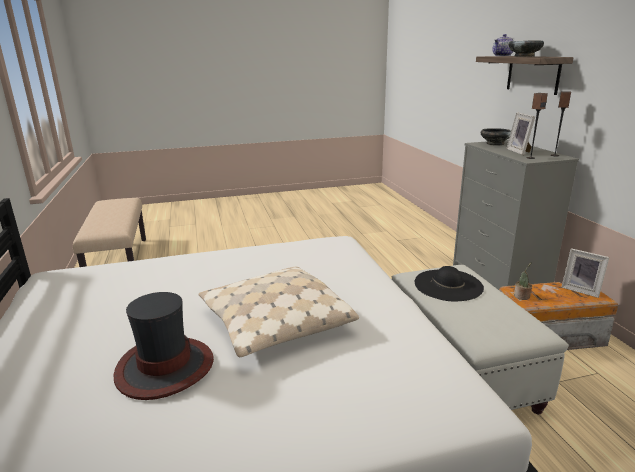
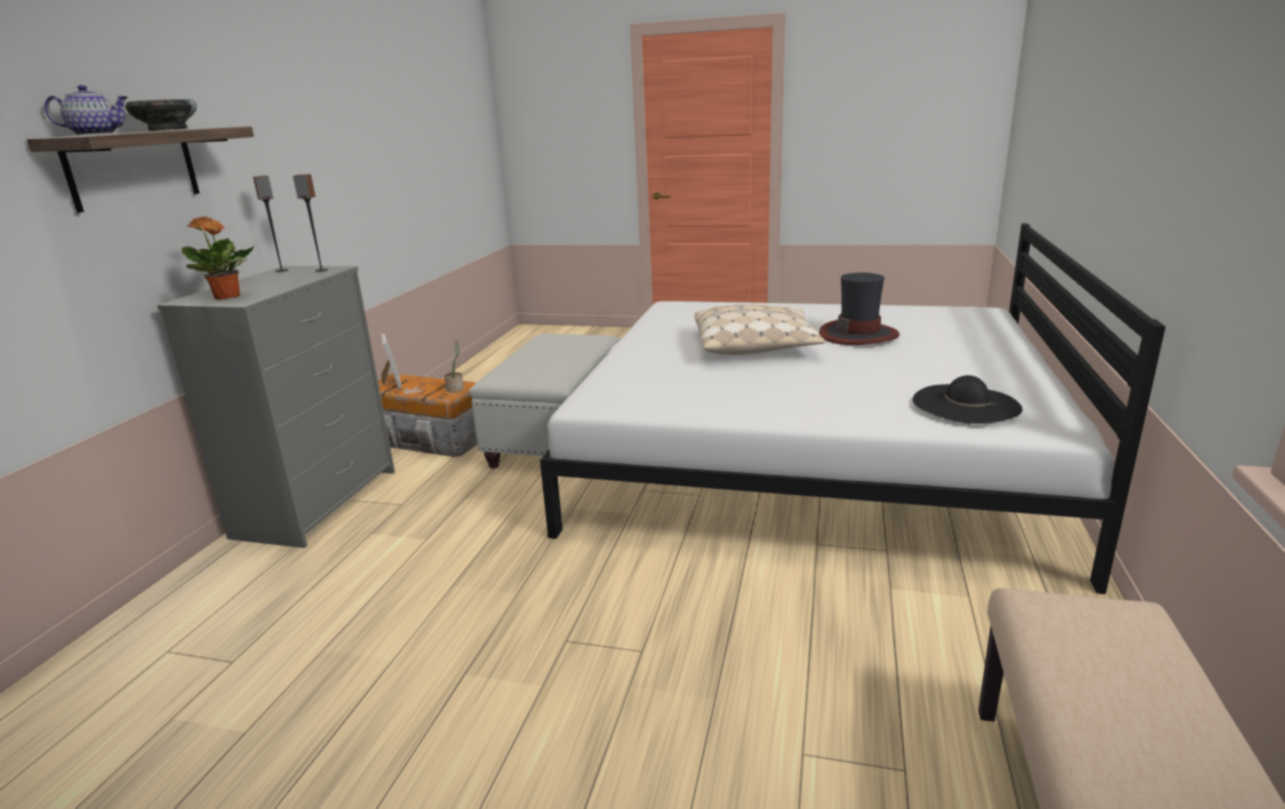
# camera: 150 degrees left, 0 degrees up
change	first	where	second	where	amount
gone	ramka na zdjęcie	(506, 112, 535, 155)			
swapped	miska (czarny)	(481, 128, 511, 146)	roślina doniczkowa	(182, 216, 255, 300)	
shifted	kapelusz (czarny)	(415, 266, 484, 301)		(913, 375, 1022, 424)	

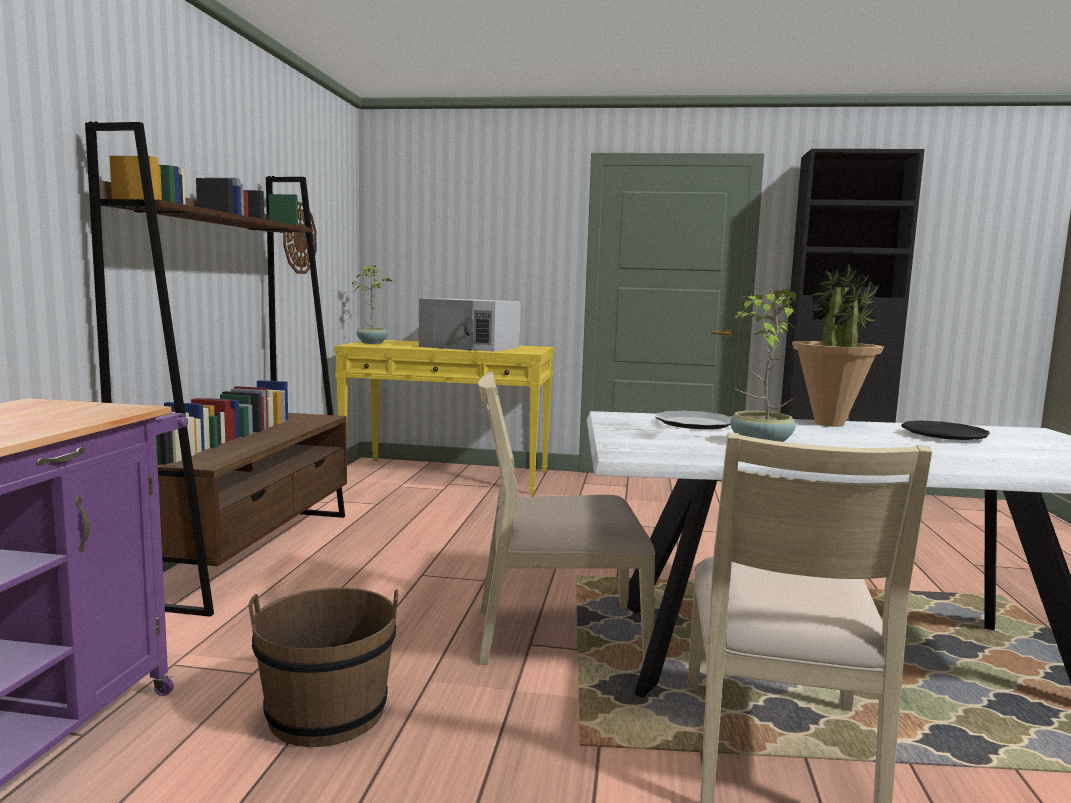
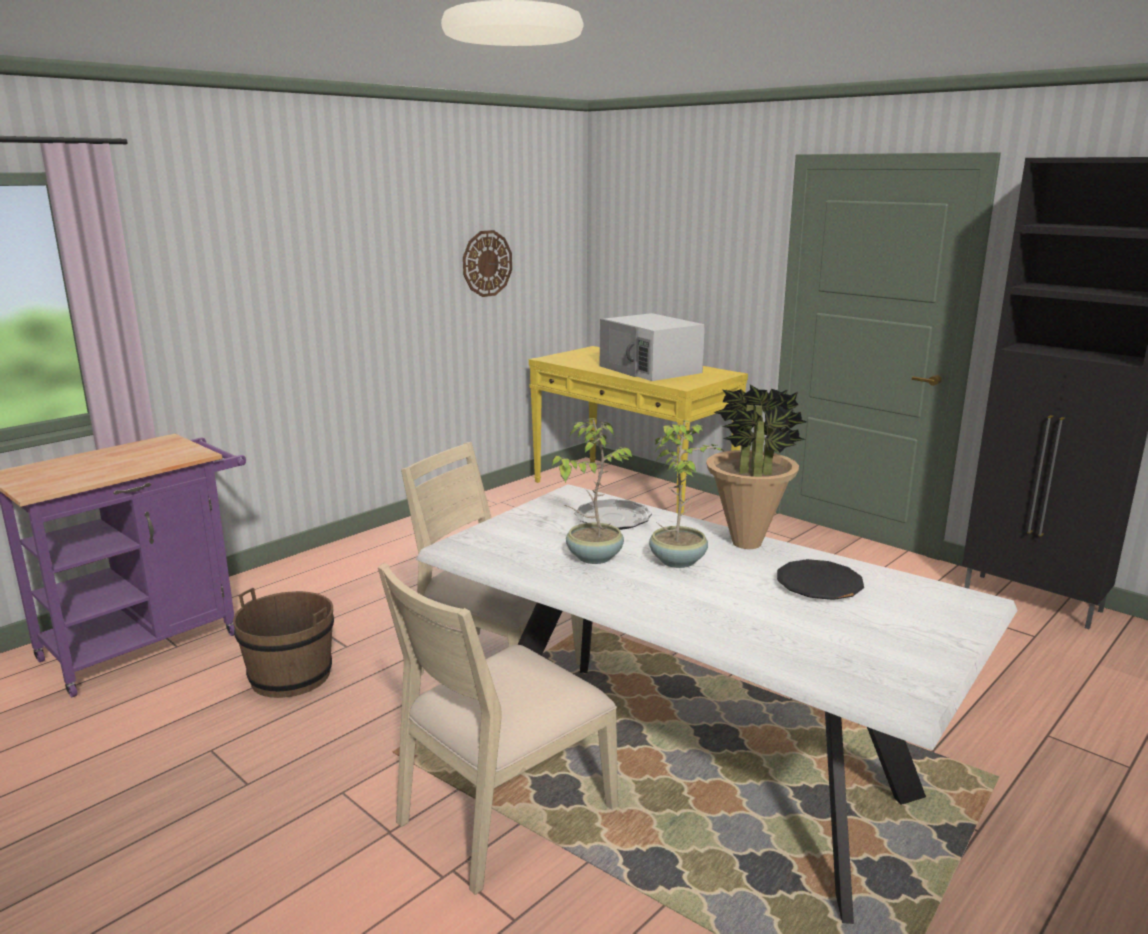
# camera: 35 degrees right, 10 degrees up
change	first	where	second	where	amount
gone	regał (brązowy)	(85, 122, 347, 617)			
shifted	roślina doniczkowa	(352, 265, 393, 344)		(649, 420, 725, 568)	

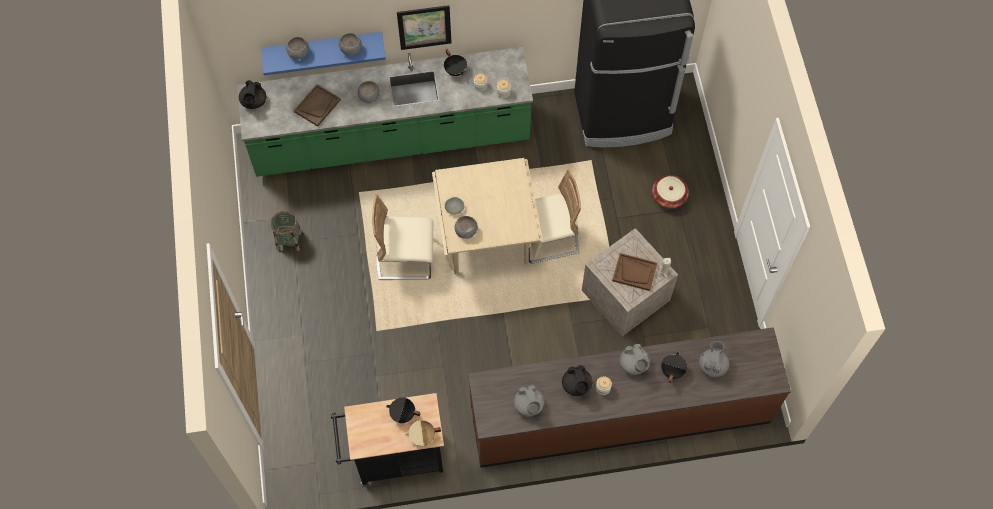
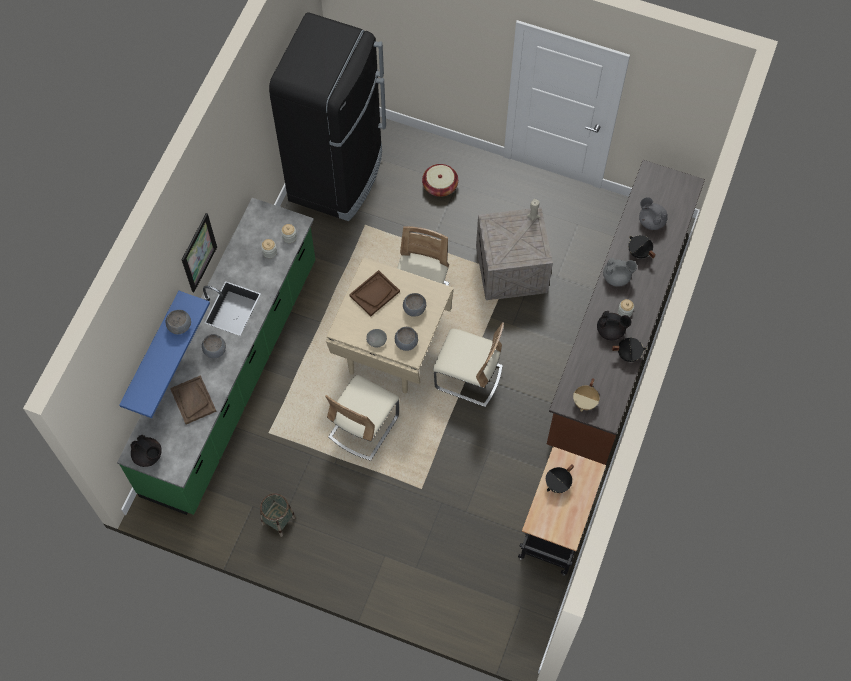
# camera: 60 degrees left, 0 degrees up
change	first	where	second	where	amount
shifted	miska (szary)	(286, 37, 309, 59)		(403, 293, 426, 317)	
shifted	garnek (czarny)	(444, 49, 467, 76)		(612, 337, 647, 362)	
shifted	taca (brązowy)	(612, 253, 657, 291)		(349, 270, 400, 316)	
gone	imbryk (szary)	(514, 385, 544, 417)			
shifted	garnek (beżowy)	(405, 420, 441, 446)		(573, 378, 599, 412)	
new			krzesło (beżowy)	(433, 322, 504, 407)	

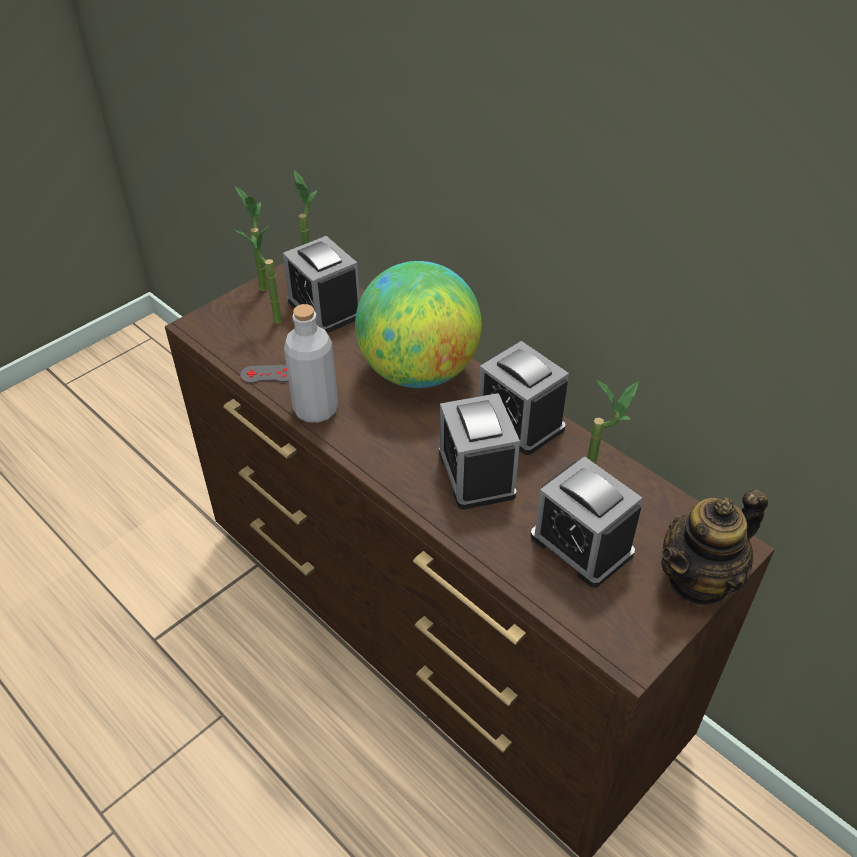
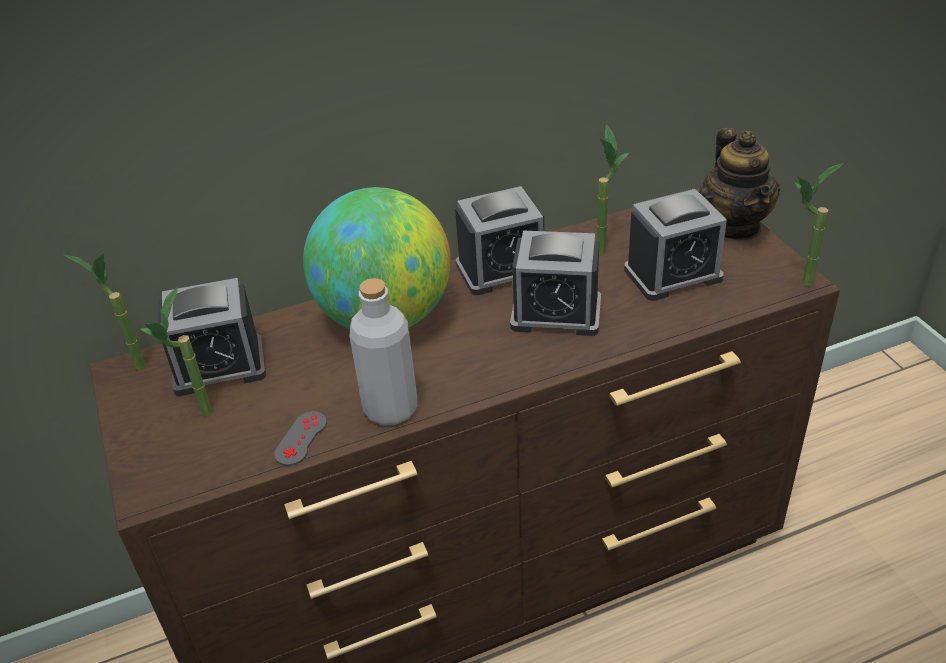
# camera: 65 degrees left, 5 degrees down
change	first	where	second	where	amount
shifted	roślina doniczkowa	(235, 186, 268, 291)		(795, 163, 844, 287)	

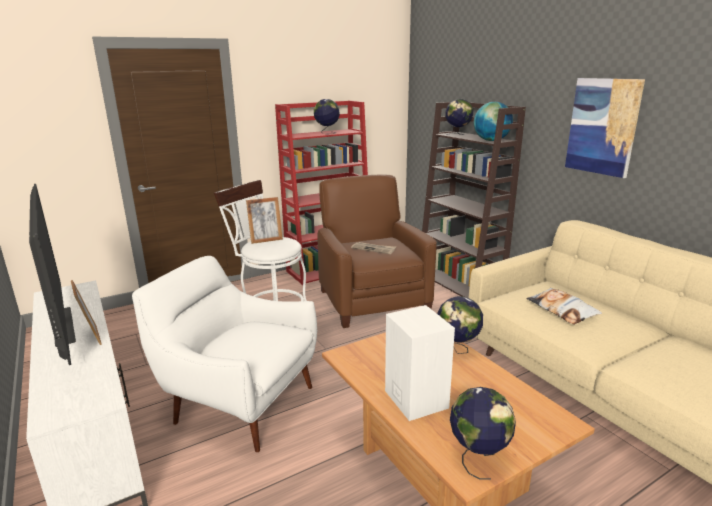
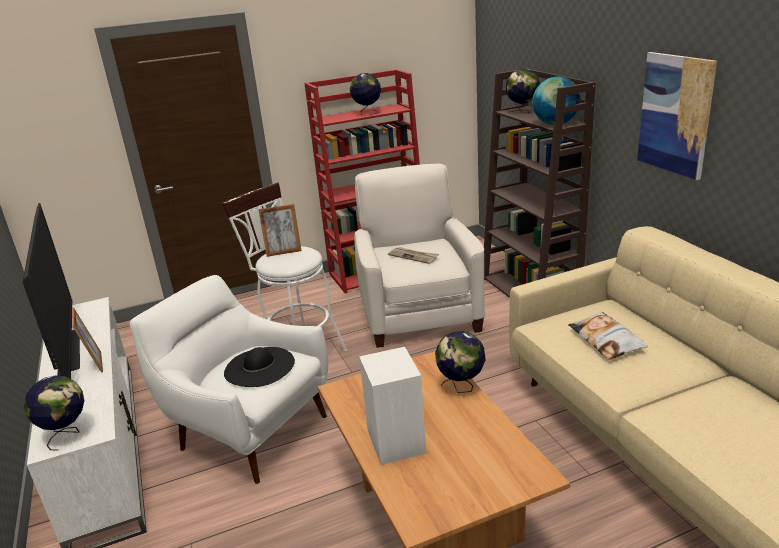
# camera: 10 degrees right, 5 degrees up
change	first	where	second	where	amount
repainted	fotel (brązowy)	(317, 175, 437, 328)	fotel (biały)	(354, 164, 485, 348)	
shifted	globus	(450, 387, 516, 479)		(24, 375, 84, 451)	
new			kapelusz (czarny)	(224, 347, 295, 387)	

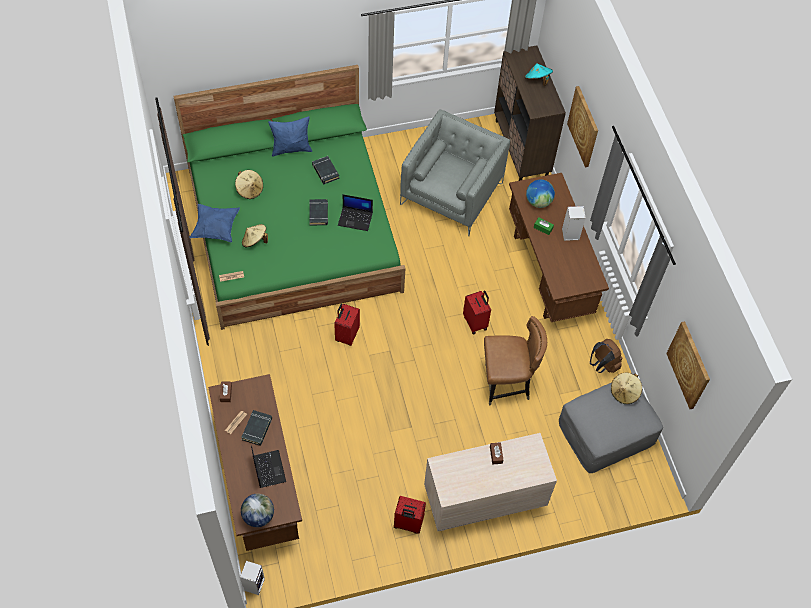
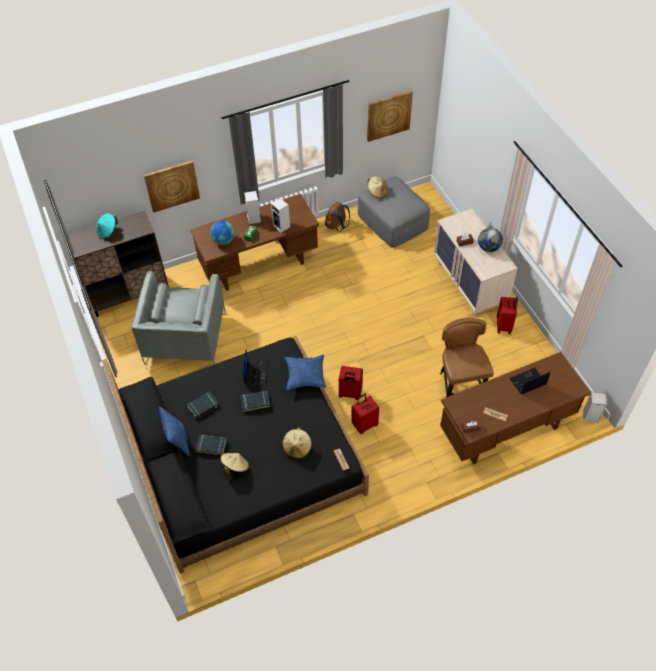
# camera: 95 degrees left, 5 degrees down
change	first	where	second	where	amount
repainted	łóżko (zielony)	(173, 65, 405, 330)	łóżko (czarny)	(102, 336, 369, 574)	
rotated	fotel (szary)	(400, 109, 510, 236)		(132, 271, 226, 365)	105 degrees counterclockwise
shifted	poduszka (niebieski)	(189, 204, 240, 242)		(285, 355, 326, 390)	
shifted	walizka (czerwony)	(463, 290, 491, 334)		(351, 394, 379, 434)	
shifted	krzesło (brązowy)	(484, 316, 547, 405)		(440, 318, 494, 397)	
shifted	książka (czarny)	(241, 410, 272, 446)		(195, 434, 227, 456)	
shifted	globus	(241, 494, 274, 527)		(478, 228, 503, 252)	
new			głośnik	(271, 198, 290, 233)	

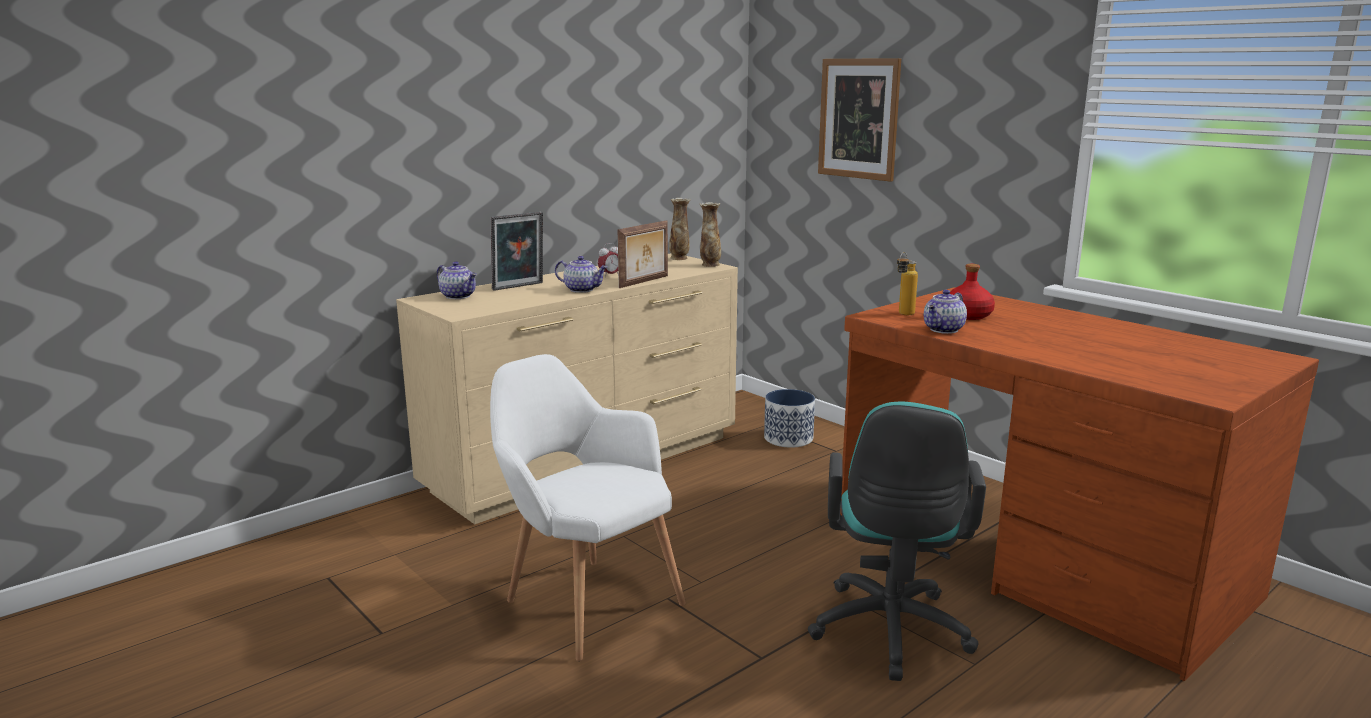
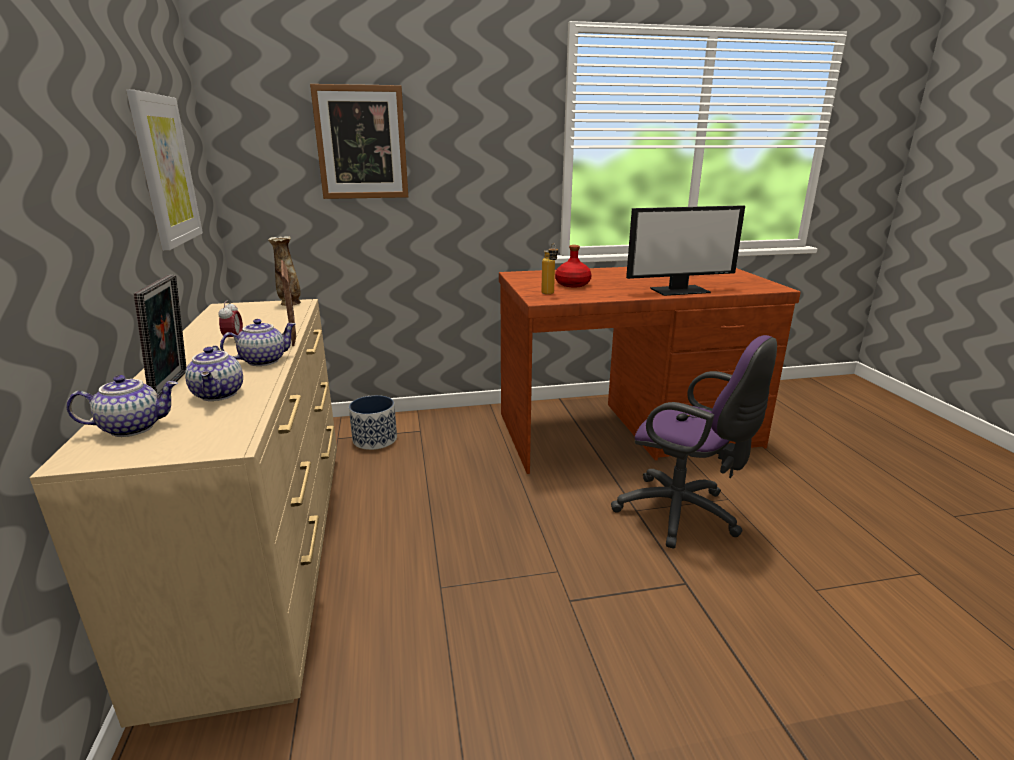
# camera: 60 degrees left, 5 degrees up
change	first	where	second	where	amount
gone	wazon	(669, 198, 691, 260)			
shifted	imbryk	(924, 290, 967, 334)		(185, 346, 243, 401)	
gone	fotel (biały)	(490, 354, 686, 661)			
repainted	krzesło biurowe (turkusowy)	(808, 402, 986, 681)	krzesło biurowe (fioletowy)	(611, 335, 777, 549)	
new			obraz	(126, 90, 203, 251)	
new			monitor	(626, 205, 745, 296)	

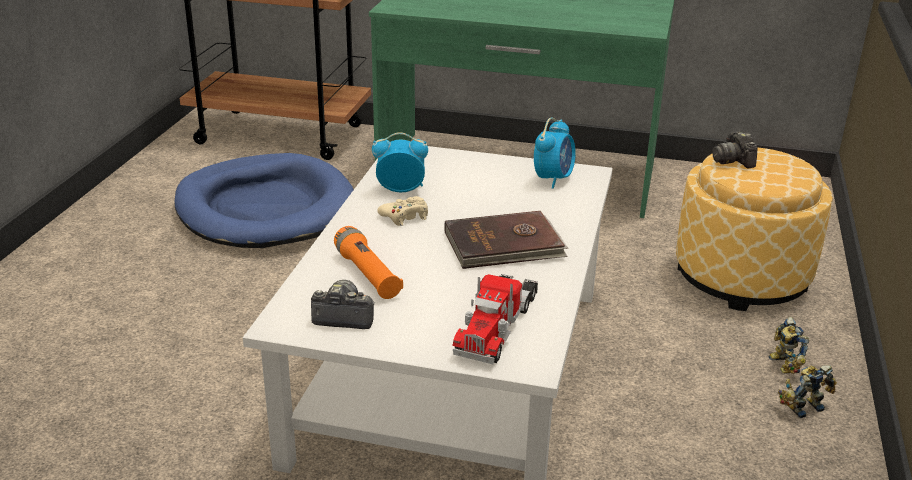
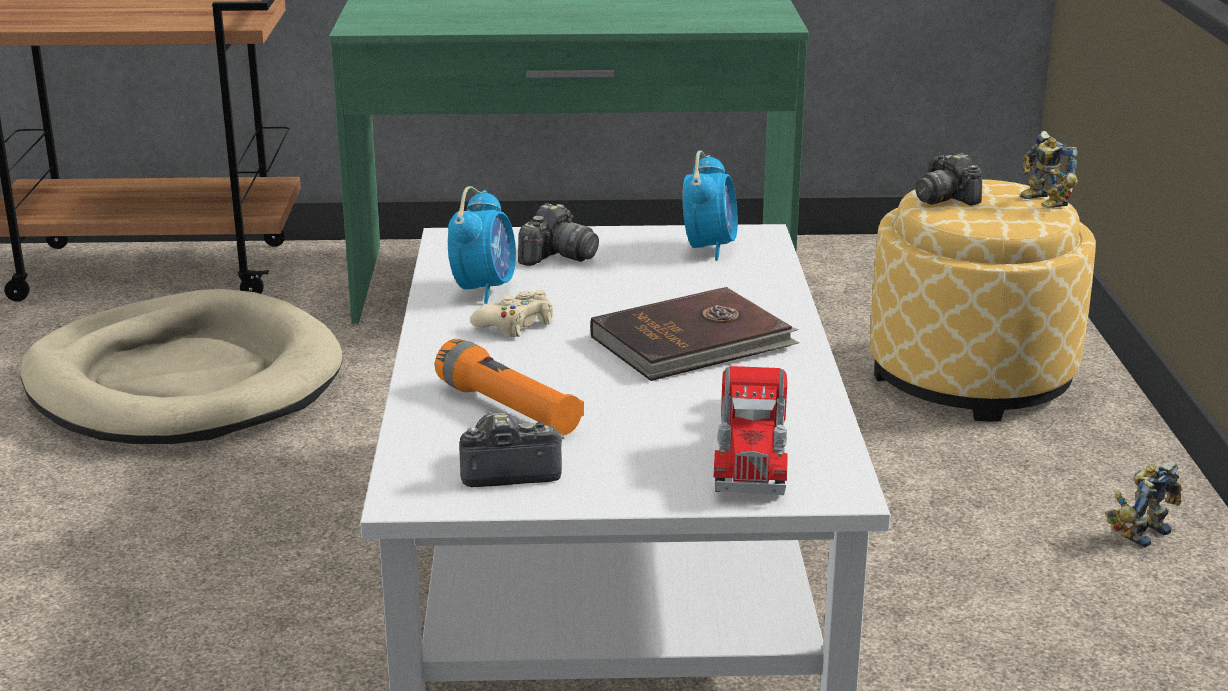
# camera: 15 degrees left, 5 degrees down
change	first	where	second	where	amount
rotated	budzik	(372, 132, 428, 192)		(448, 186, 516, 304)	120 degrees clockwise
repainted	legowisko (niebieski)	(174, 153, 354, 248)	legowisko (beżowy)	(20, 289, 342, 444)	
shifted	robot zabawkowy	(769, 317, 809, 374)		(1020, 131, 1078, 208)	
new			aparat fotograficzny	(518, 203, 599, 266)	

